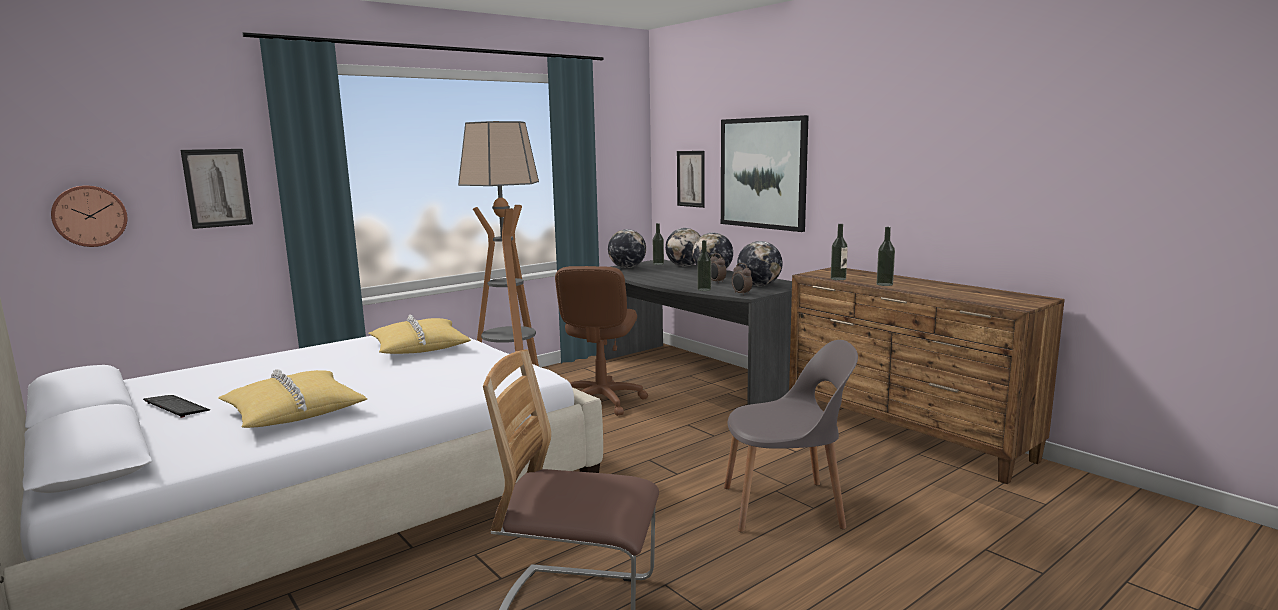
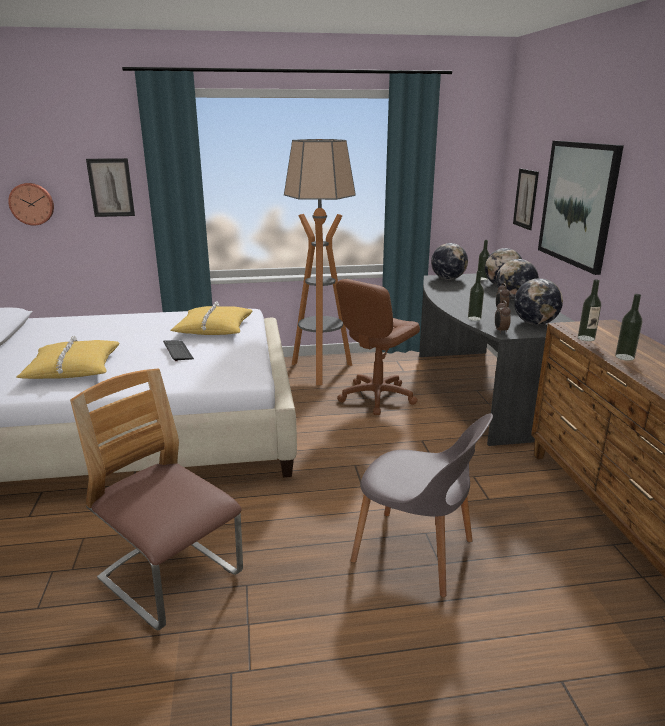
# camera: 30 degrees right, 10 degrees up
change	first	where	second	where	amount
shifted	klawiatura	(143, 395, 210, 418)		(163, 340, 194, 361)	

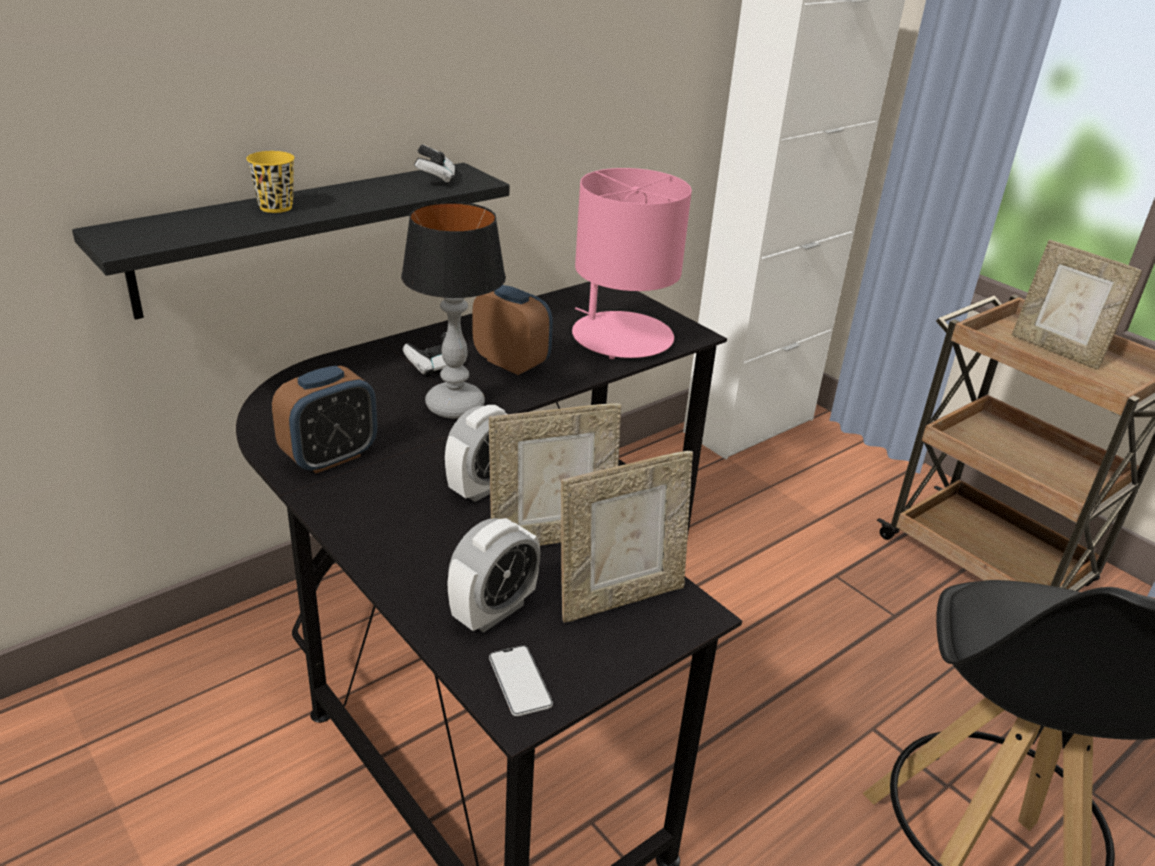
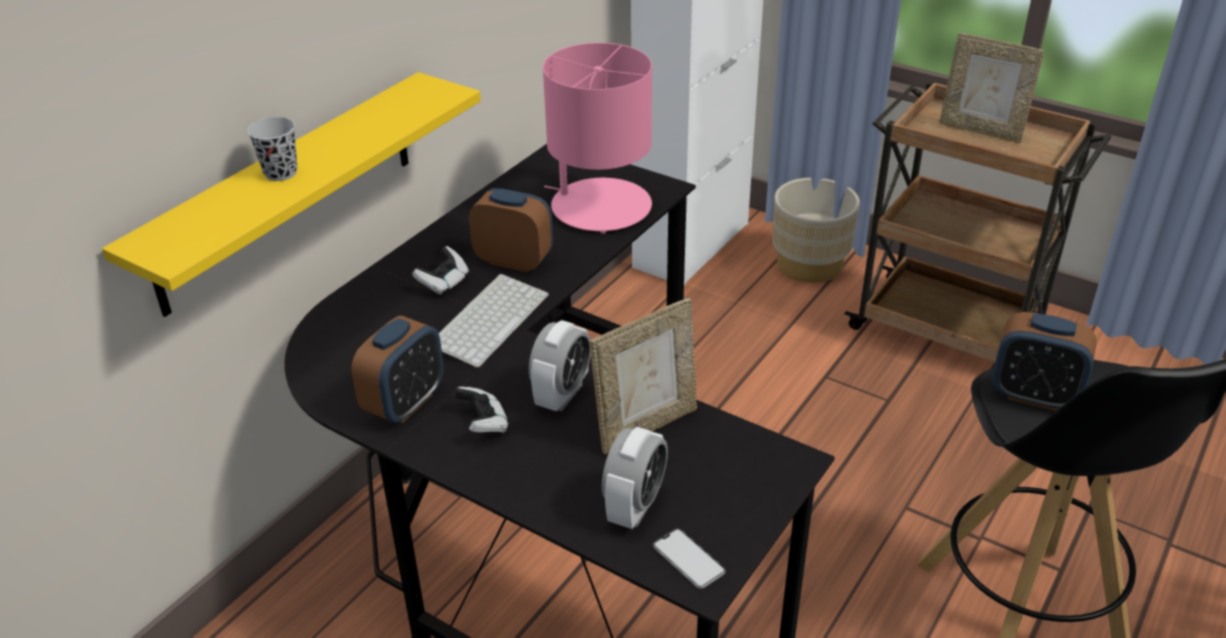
# camera: 15 degrees left, 5 degrees up
change	first	where	second	where	amount
shifted	pad do gier	(414, 145, 455, 185)		(454, 387, 509, 433)	
repainted	filiżanka (żółty)	(246, 151, 295, 213)	filiżanka (czarny)	(247, 117, 297, 181)	
repainted	półka (czarny)	(72, 163, 510, 320)	półka (żółty)	(102, 72, 481, 317)	
swapped	lampa stołowa	(401, 202, 506, 419)	klawiatura	(439, 274, 549, 368)	
gone	ramka na zdjęcie	(561, 451, 693, 623)			
new			donica (beżowy)	(772, 178, 860, 283)	
new			budzik	(992, 312, 1097, 411)	

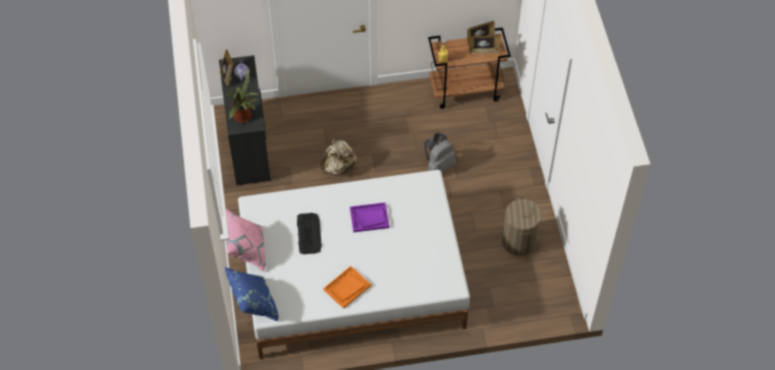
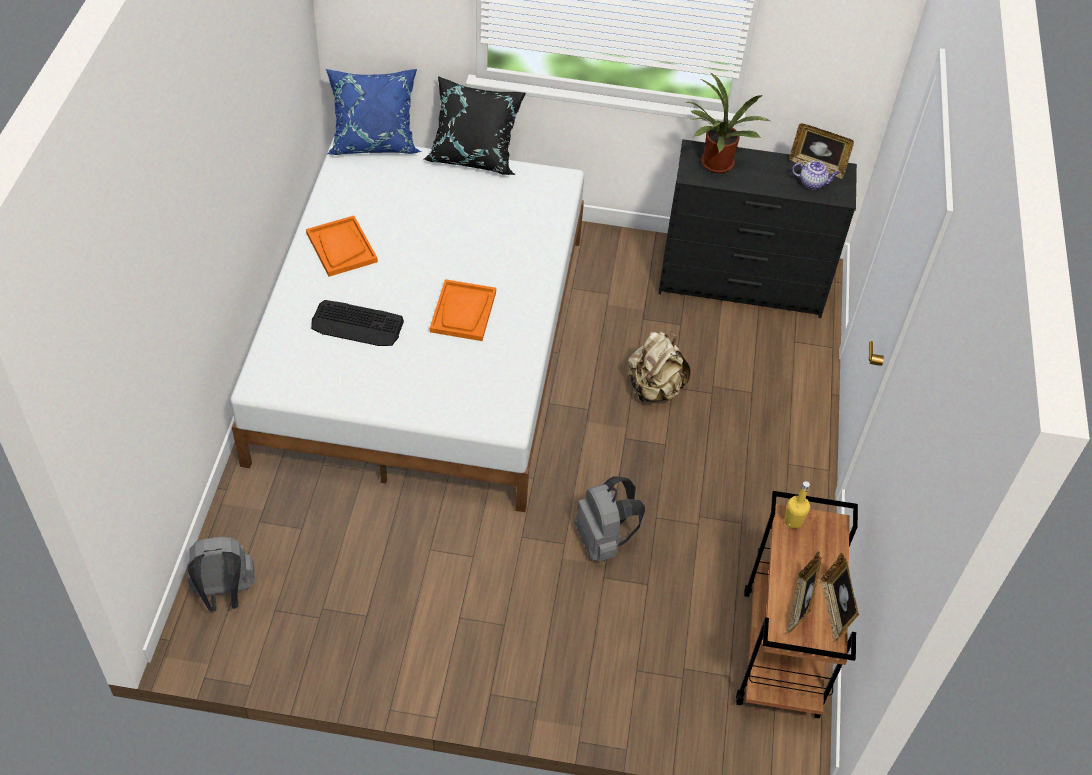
# camera: 105 degrees right, 5 degrees down
change	first	where	second	where	amount
gone	kosz na pranie	(502, 197, 541, 256)			
repainted	taca (fioletowy)	(350, 202, 390, 232)	taca (pomarańczowy)	(430, 279, 496, 341)	
repainted	poduszka (różowy)	(226, 209, 266, 272)	poduszka (czarny)	(423, 76, 526, 175)	
shifted	klawiatura	(297, 213, 322, 254)		(311, 300, 404, 346)	
new			plecak (szary)	(187, 536, 255, 611)	

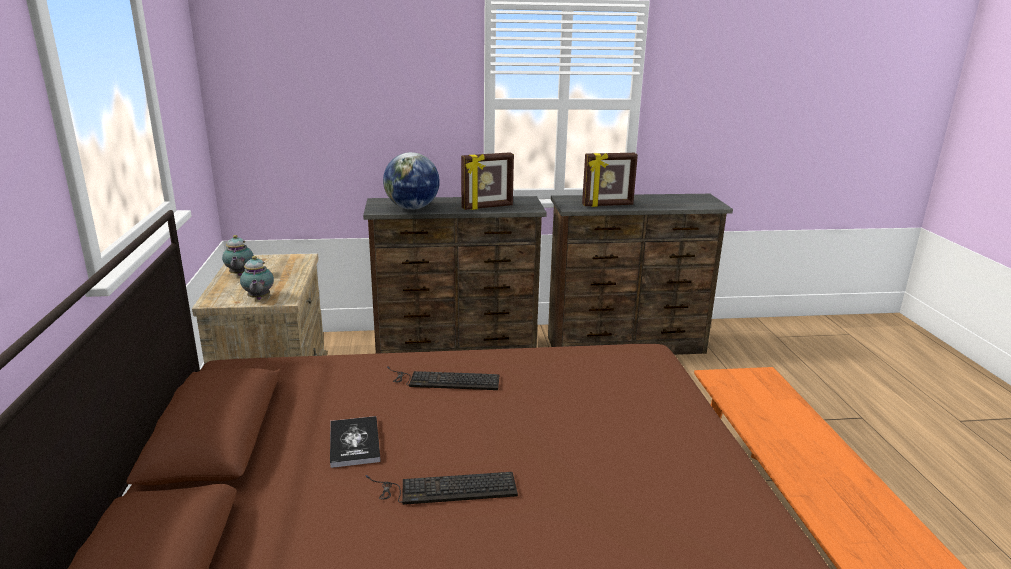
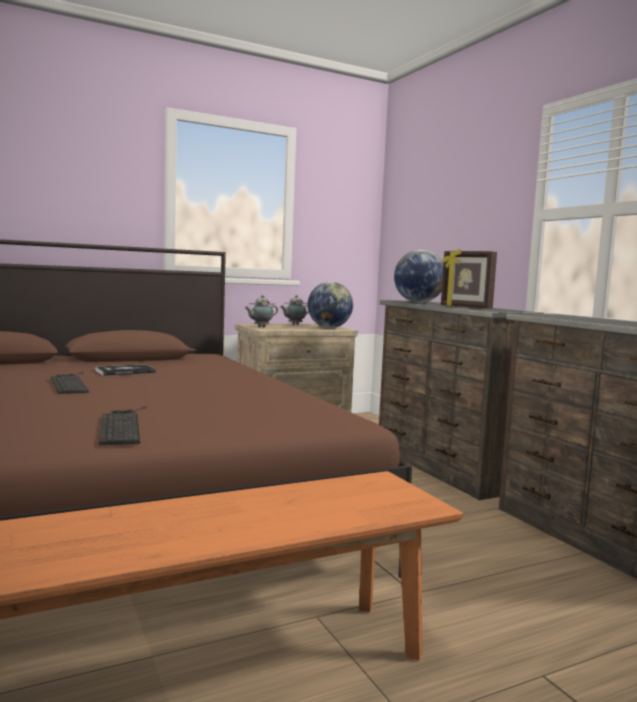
# camera: 70 degrees right, 15 degrees down
change	first	where	second	where	amount
gone	ramka na zdjęcie	(582, 153, 638, 207)			
shifted	klawiatura	(387, 366, 499, 390)		(99, 406, 147, 445)	
new			globus	(308, 282, 353, 328)	

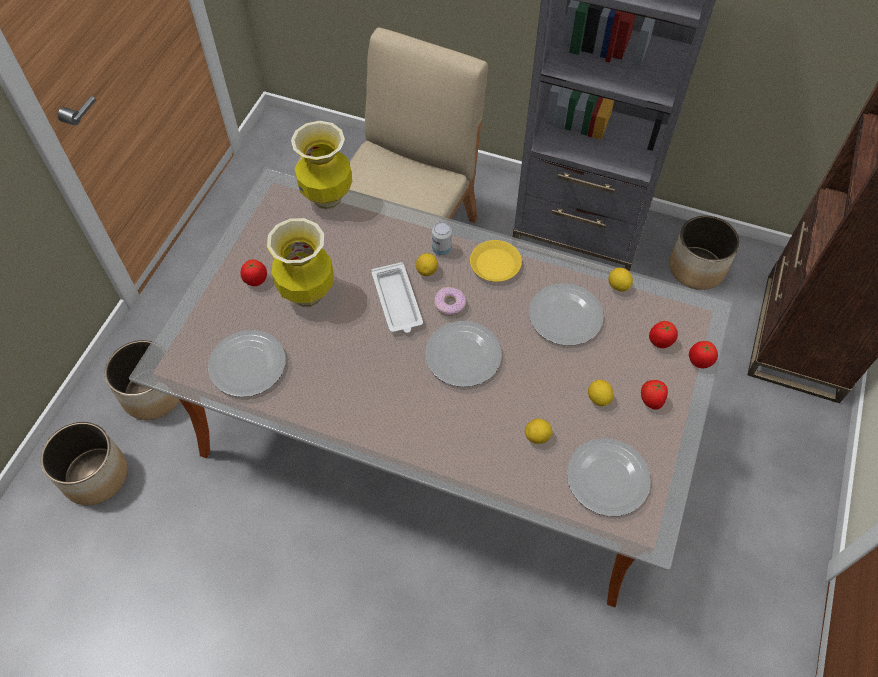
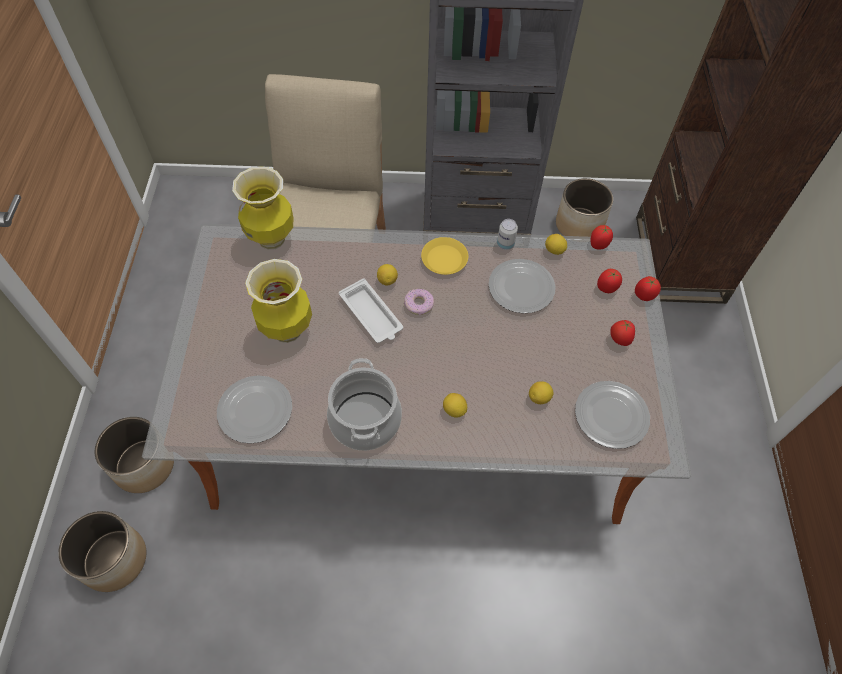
# camera: 20 degrees left, 0 degrees up
change	first	where	second	where	amount
shifted	puszka	(432, 222, 452, 256)		(497, 219, 518, 250)	
shifted	pomidor	(241, 259, 267, 286)		(590, 225, 613, 250)	
gone	talerz	(425, 321, 502, 387)			
shifted	cytryna	(588, 380, 614, 406)		(443, 393, 467, 418)	
new			garnek	(327, 358, 402, 451)	

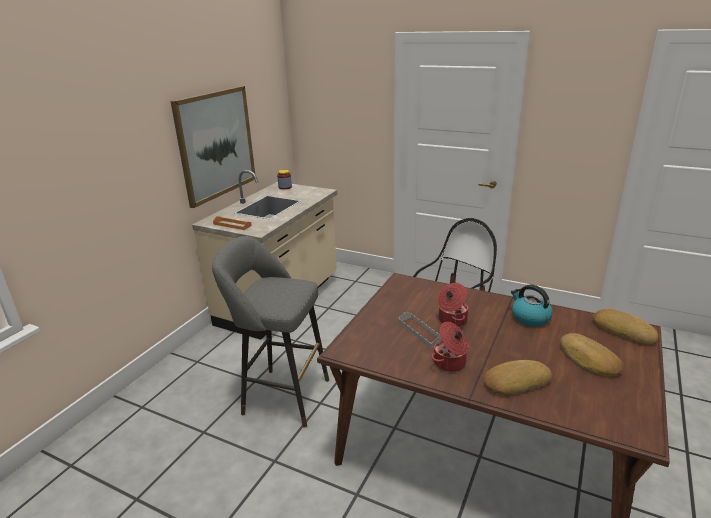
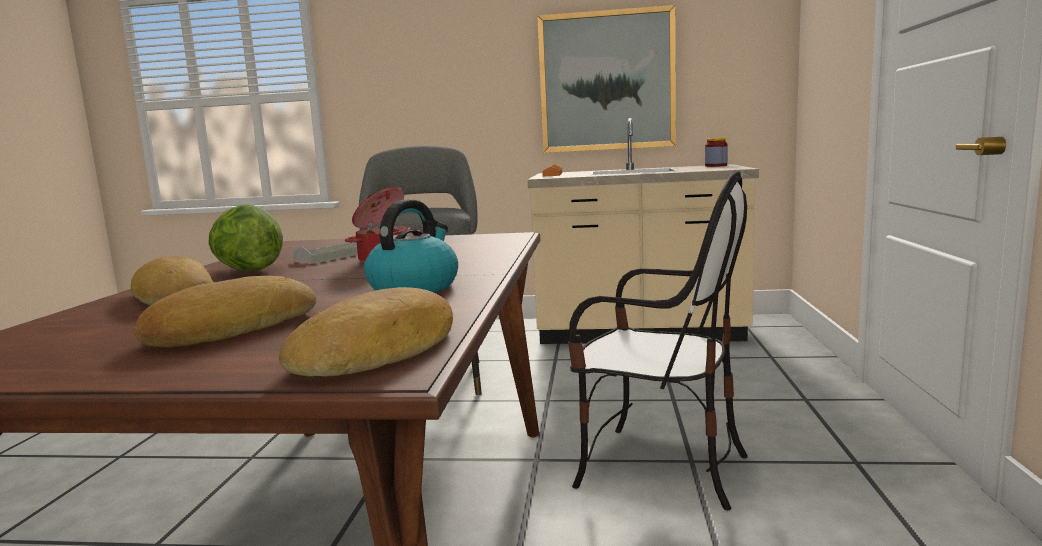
# camera: 70 degrees right, 15 degrees down
change	first	where	second	where	amount
swapped	garnek	(431, 322, 469, 372)	sałata	(208, 204, 283, 271)	

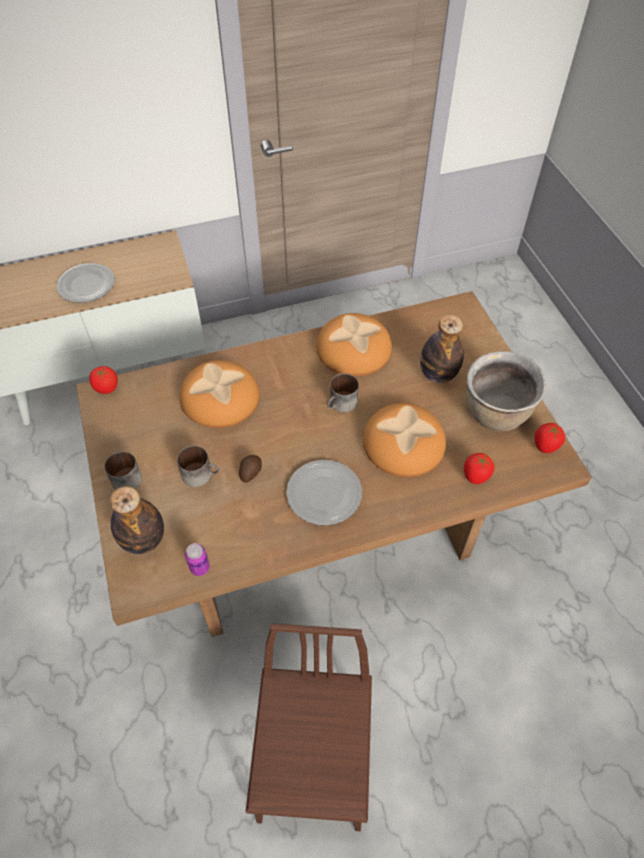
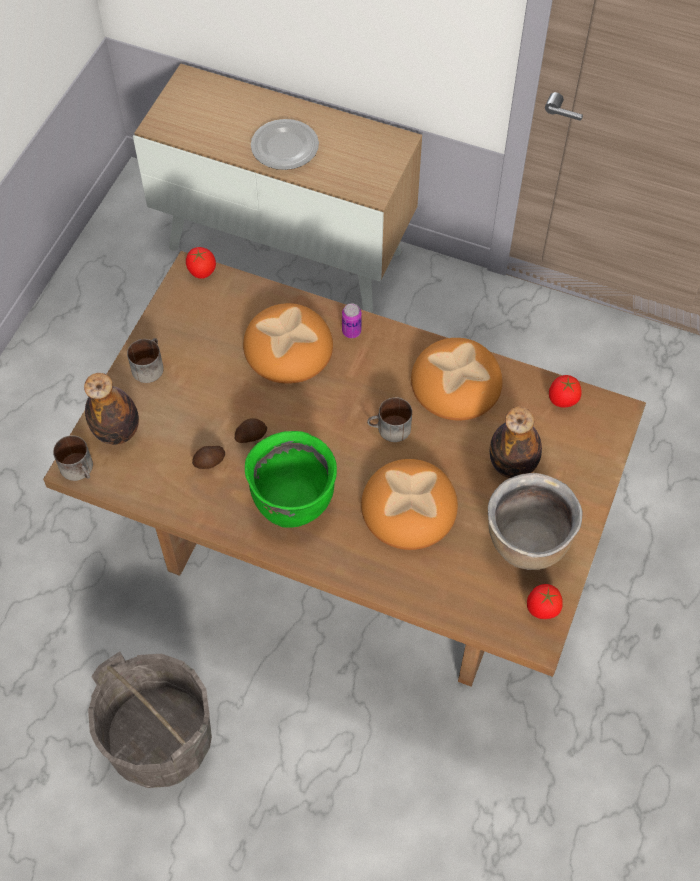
# camera: 40 degrees right, 5 degrees up
change	first	where	second	where	amount
shifted	kubek	(177, 446, 219, 487)		(53, 435, 93, 481)	
shifted	pomidor	(464, 453, 494, 484)		(549, 375, 581, 408)	
swapped	talerz	(287, 460, 362, 526)	garnek (zielony)	(245, 431, 337, 528)	
shifted	puszka	(185, 543, 210, 576)		(342, 304, 362, 338)	
swapped	krzesło (brązowy)	(246, 623, 372, 831)	wiadro (szary)	(88, 651, 212, 788)	
new			ziemniak	(192, 446, 225, 469)	

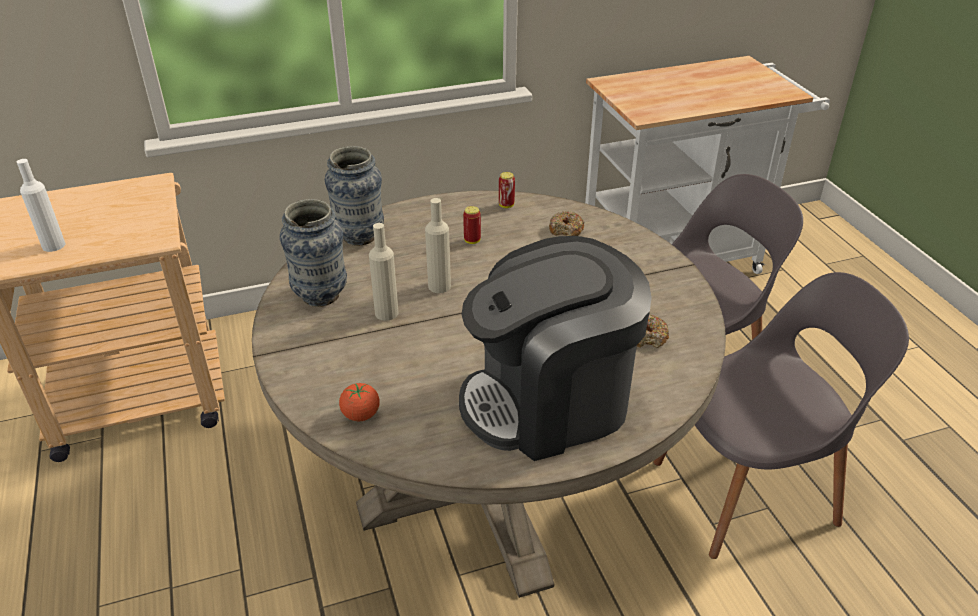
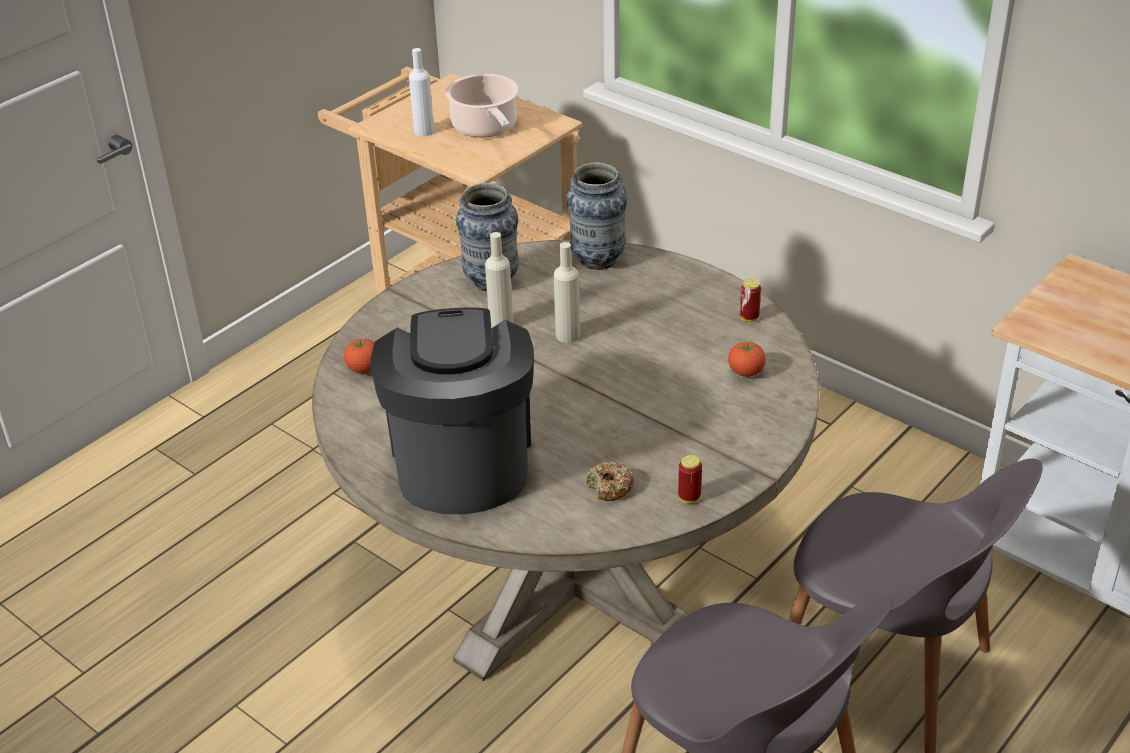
# camera: 60 degrees right, 0 degrees up
change	first	where	second	where	amount
shifted	puszka	(463, 206, 481, 244)		(678, 455, 702, 503)	
swapped	donut	(549, 211, 584, 236)	pomidor	(728, 341, 766, 377)	
rotated	ekspres do kawy	(459, 236, 652, 461)		(370, 308, 534, 514)	45 degrees clockwise
new			garnek	(445, 74, 519, 138)	

